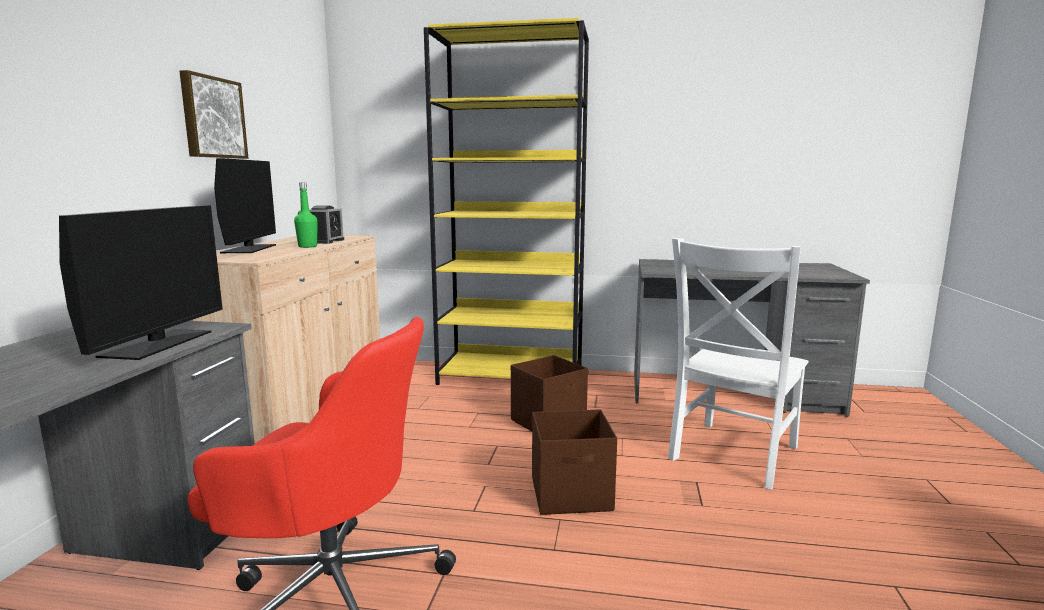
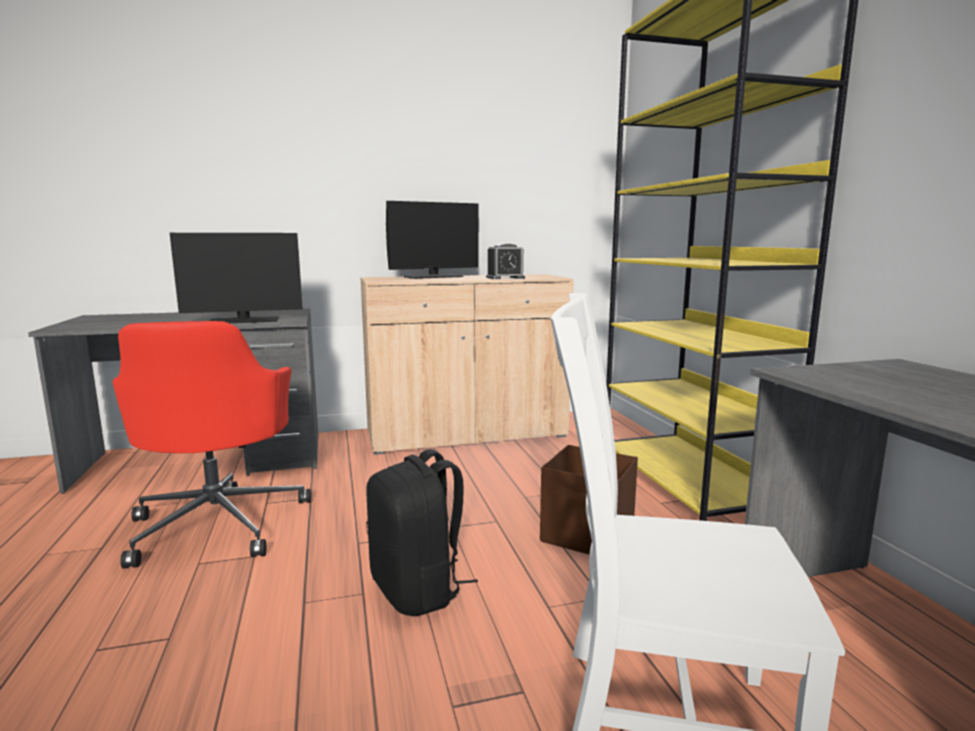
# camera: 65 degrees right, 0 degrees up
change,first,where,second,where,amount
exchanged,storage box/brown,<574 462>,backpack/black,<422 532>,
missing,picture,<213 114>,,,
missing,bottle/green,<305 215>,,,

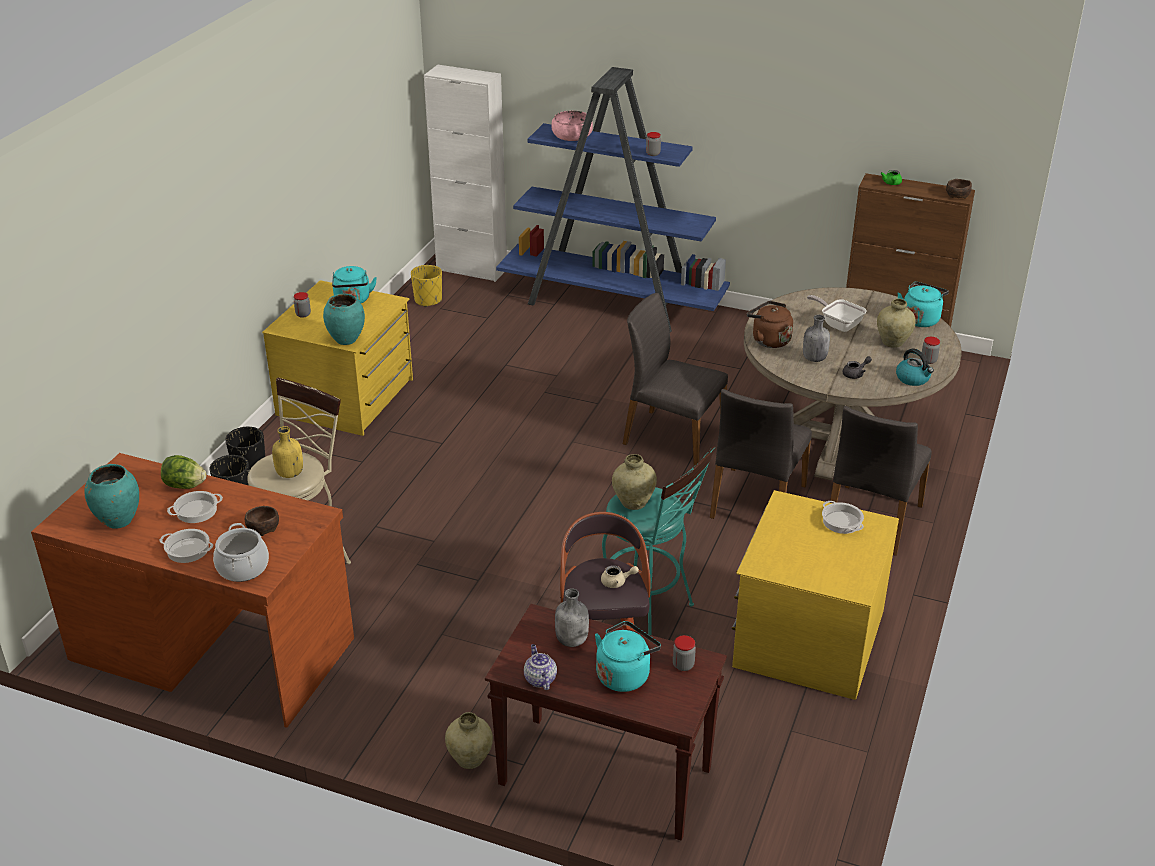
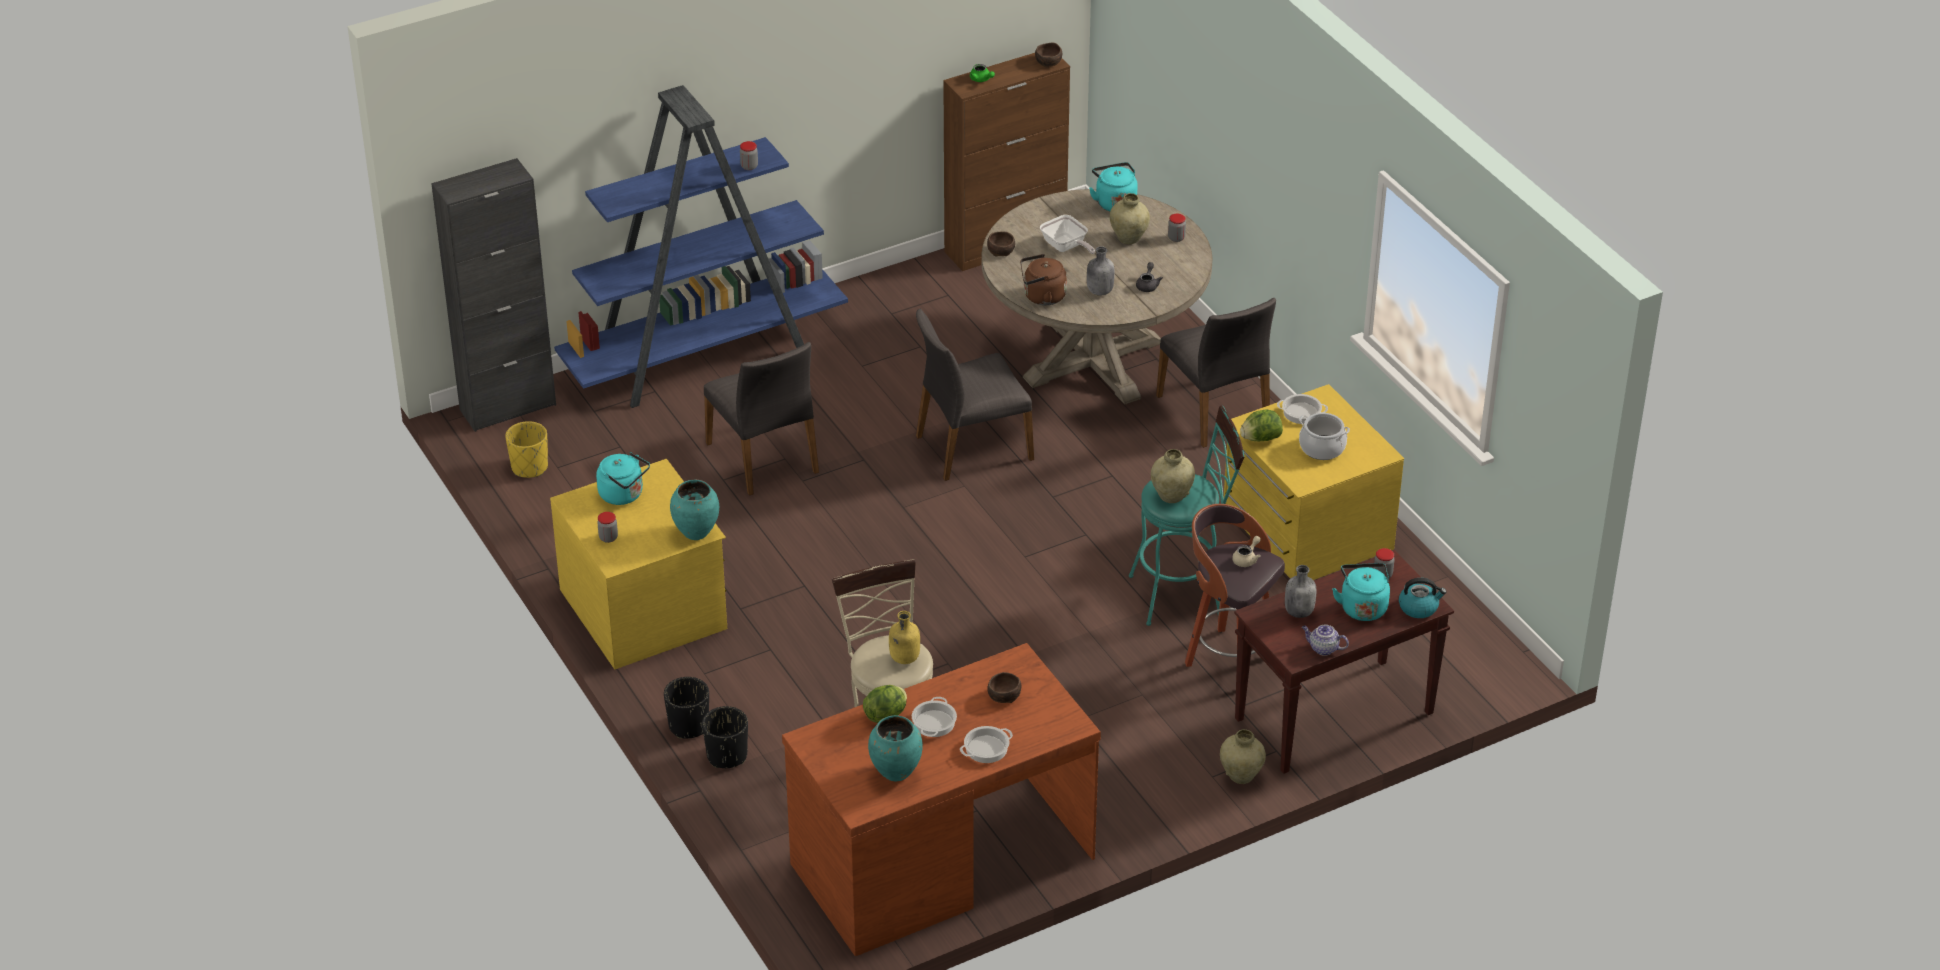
# camera: 50 degrees left, 5 degrees up
change,first,where,second,where,amount
colour,cabinet/white,<465 173>,cabinet/black,<493 295>,
relocated,chair/grey,<761 454>,,<761 419>,
appeared,,,bowl/brown,<1001 244>,
spun,frying pan,<837 313>,,<1067 234>,120 degrees counterclockwise
appeared,,,lettuce,<1261 425>,
relocated,cooking pot,<241 552>,,<1324 436>,
relocated,kettle,<915 367>,,<1423 598>,
missing,bowl/pink,<572 126>,,,

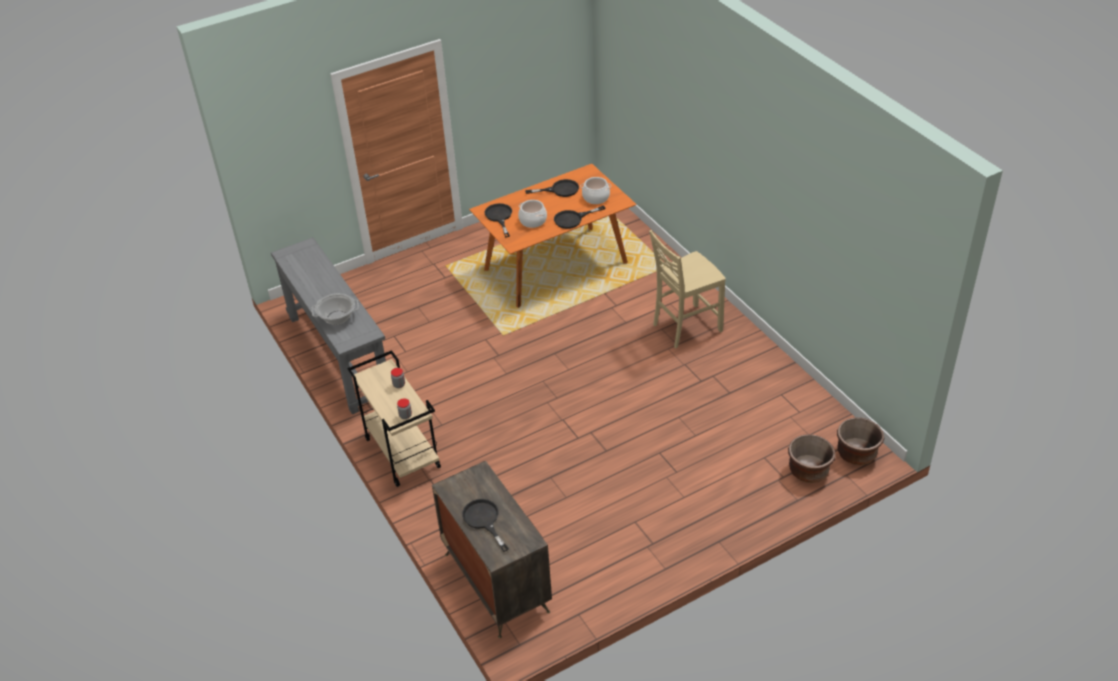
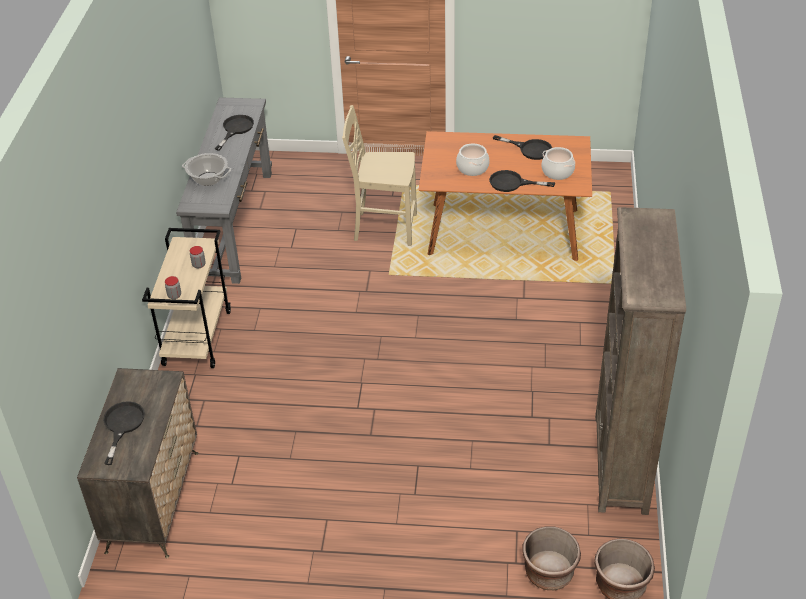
# camera: 35 degrees right, 0 degrees up
change,first,where,second,where,amount
relocated,frying pan/black,<498 220>,,<234 133>,
relocated,chair/beige,<687 289>,,<379 175>,
appeared,,,bookcase/brown,<640 361>,

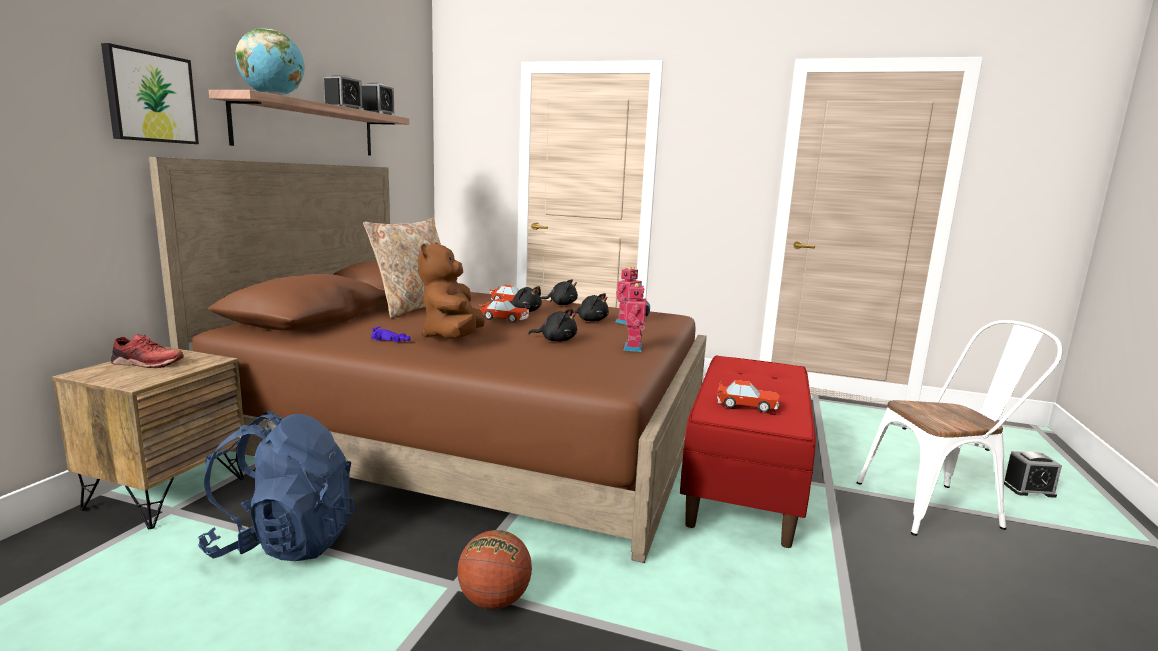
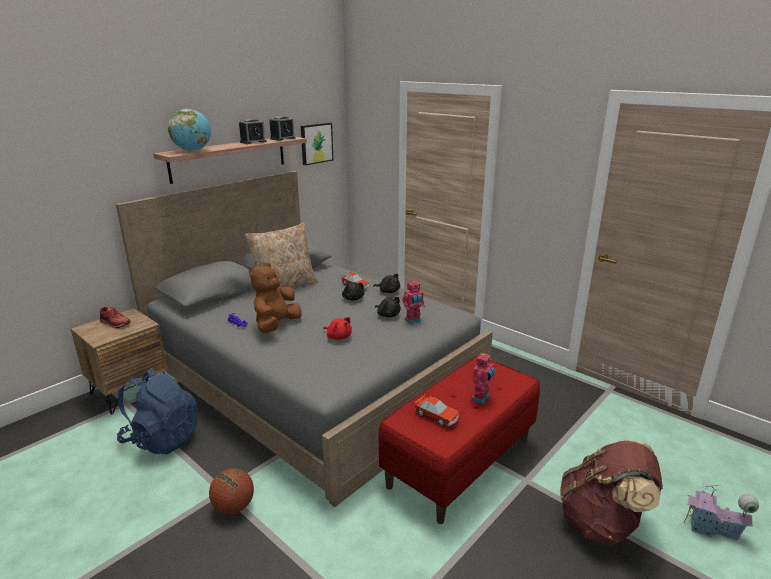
# camera: 25 degrees right, 10 degrees up
change,first,where,second,where,amount
colour,bed/brown,<428 360>,bed/grey,<304 339>,
relocated,picture,<150 93>,,<317 144>,
colour,plush toy/black,<552 325>,plush toy/red,<337 328>,
relocated,toy robot,<636 317>,,<483 378>,
exchanged,chair/white,<960 428>,backpack/brown,<611 492>,
exchanged,alarm clock,<1033 474>,toy house,<721 512>,
missing,toy car,<504 311>,,,

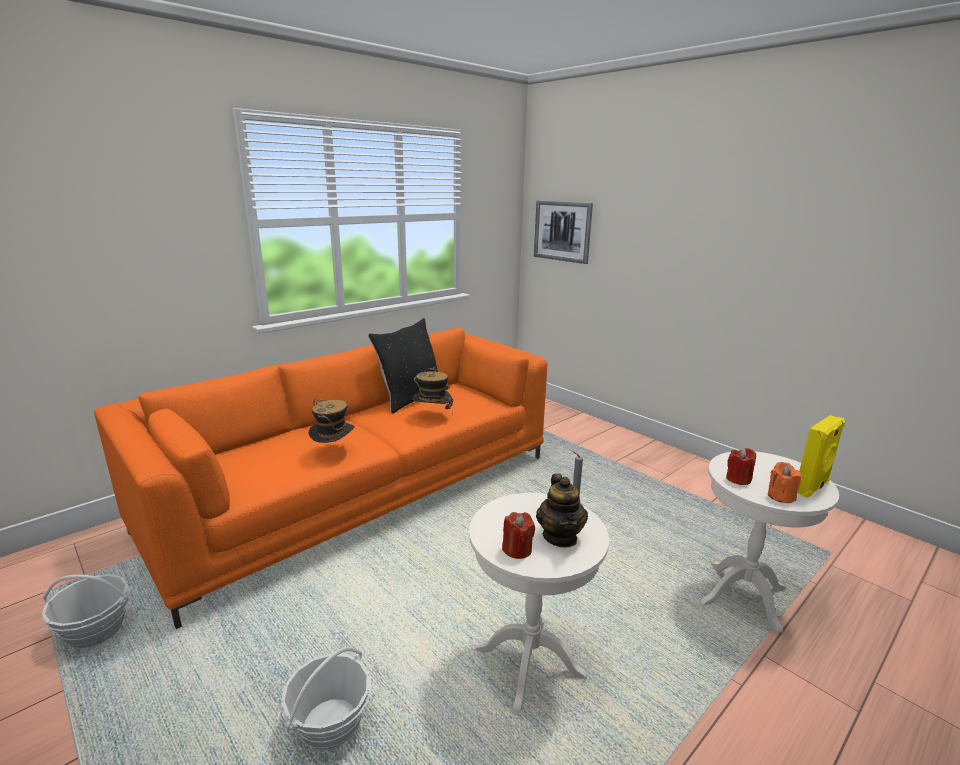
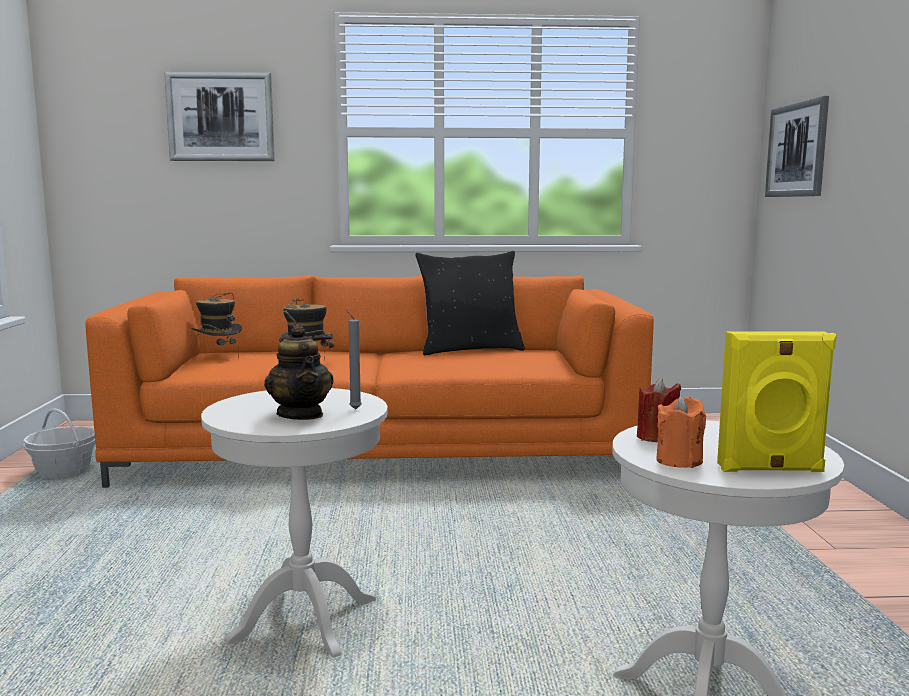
# camera: 40 degrees right, 10 degrees down
change,first,where,second,where,amount
appeared,,,picture,<219 116>,
relocated,hat,<432 390>,,<217 326>,
spun,teapot,<562 511>,,<298 372>,60 degrees counterclockwise
missing,basket,<326 698>,,,
missing,candle/red,<518 535>,,,

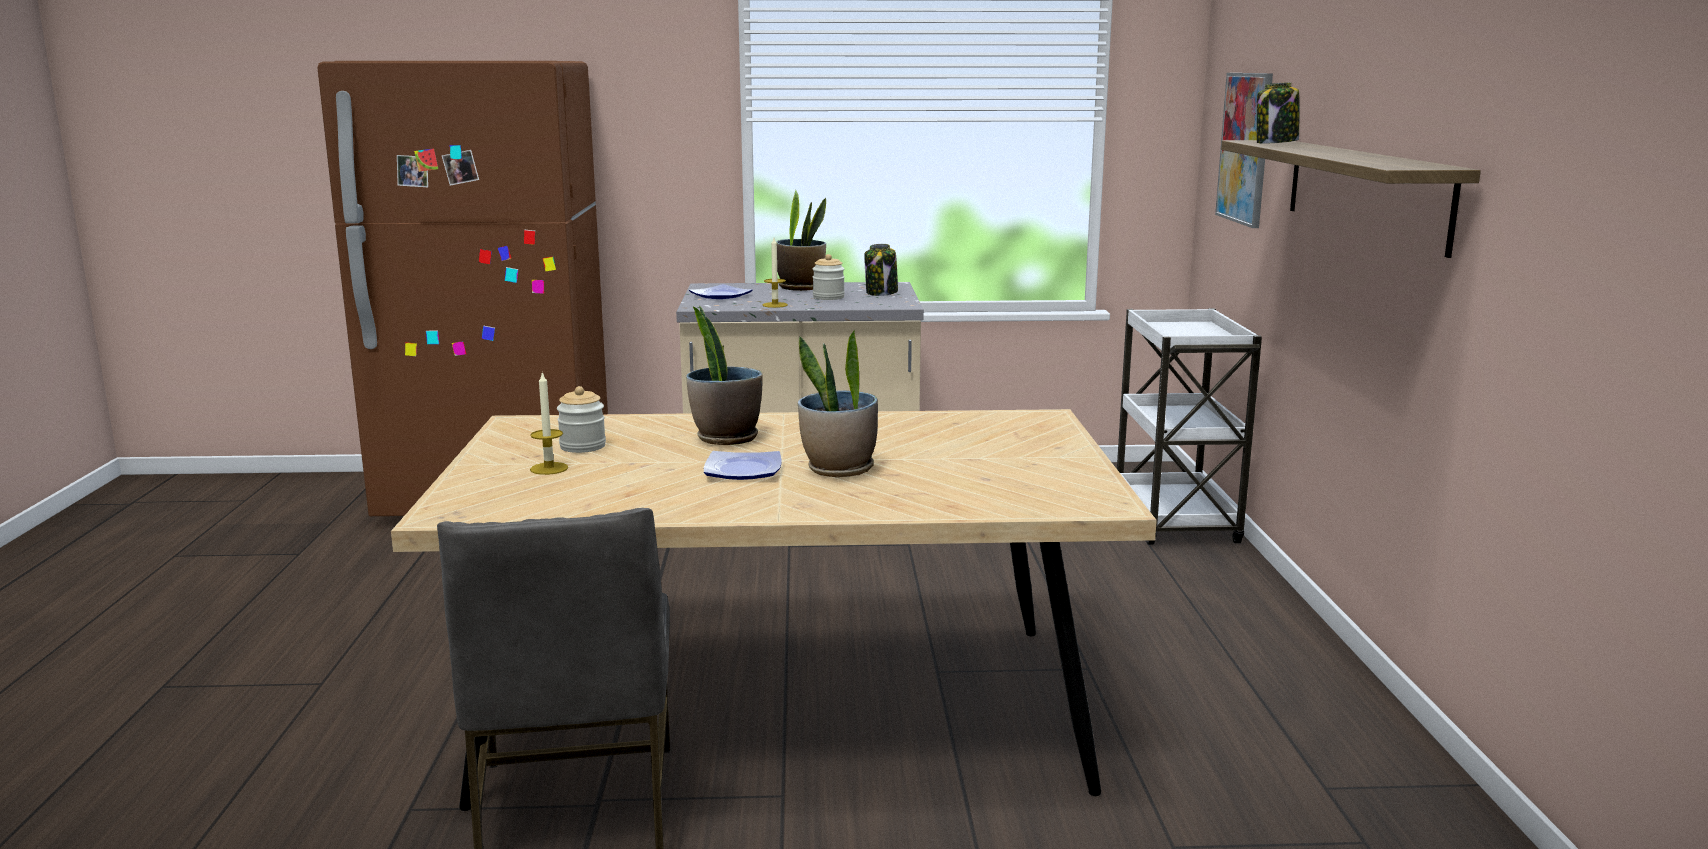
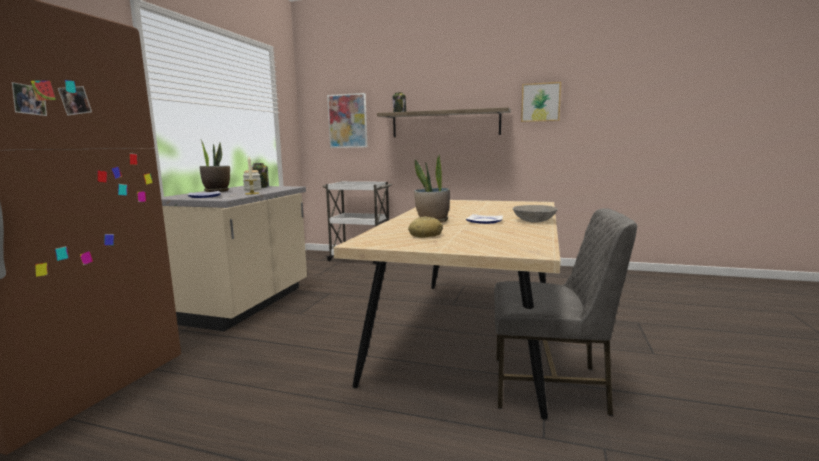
# camera: 70 degrees left, 5 degrees down
change,first,where,second,where,amount
exchanged,jar,<581 419>,bread,<425 227>,
appeared,,,bowl/grey,<535 214>,
appeared,,,picture,<541 102>,
missing,candle,<549 423>,,,
missing,potted plant,<838 403>,,,

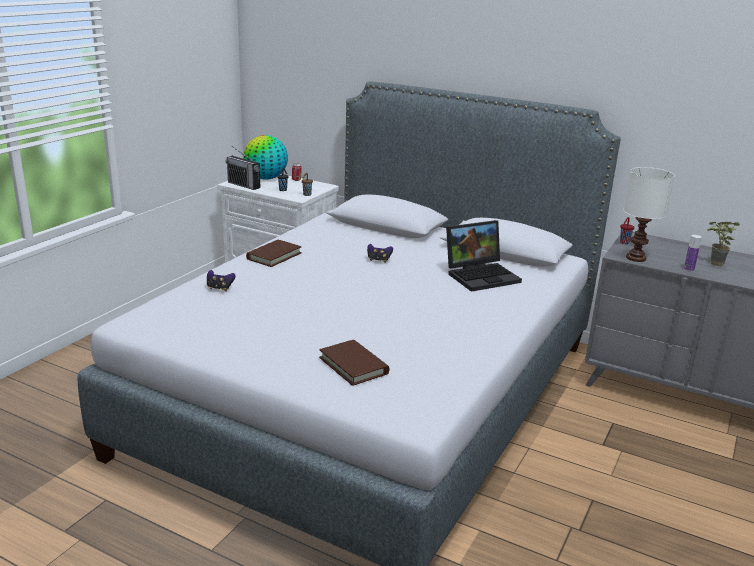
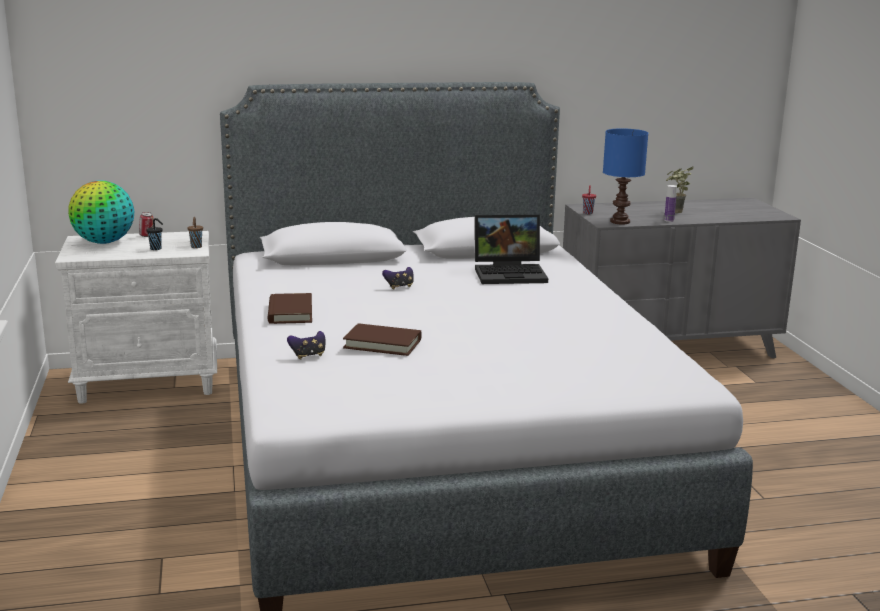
# camera: 40 degrees left, 5 degrees down
change,first,where,second,where,amount
relocated,book/brown,<354 363>,,<382 339>,
spun,laptop,<484 256>,,<511 249>,60 degrees clockwise
colour,table lamp/white,<649 214>,table lamp/blue,<625 176>,
missing,radio,<243 168>,,,

